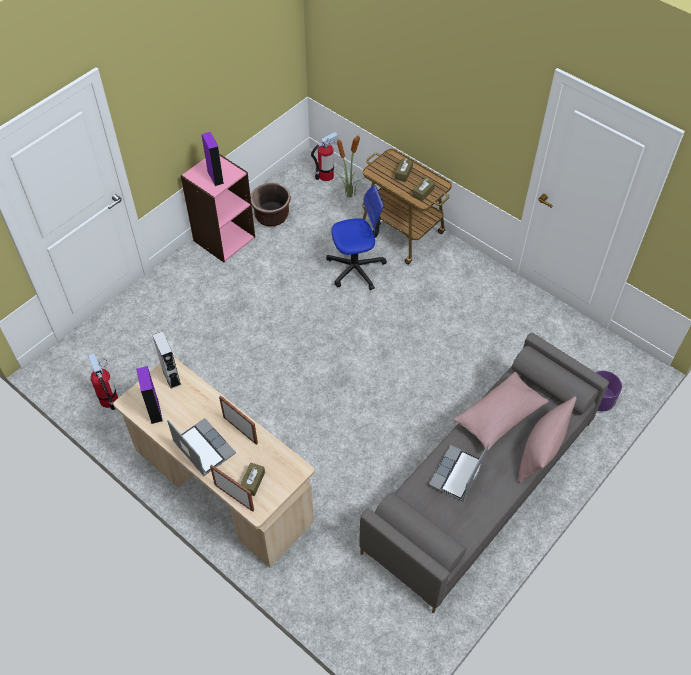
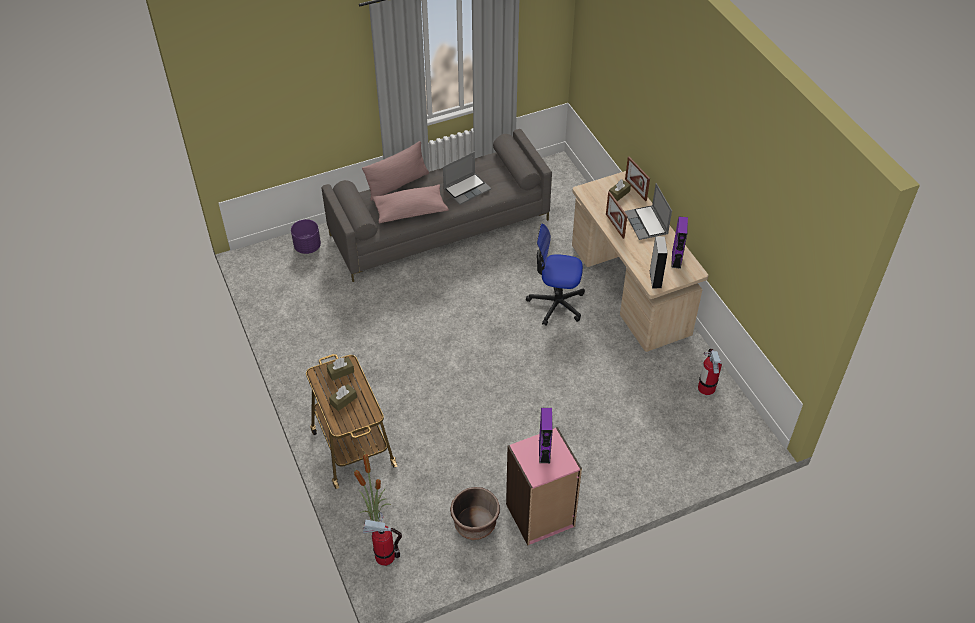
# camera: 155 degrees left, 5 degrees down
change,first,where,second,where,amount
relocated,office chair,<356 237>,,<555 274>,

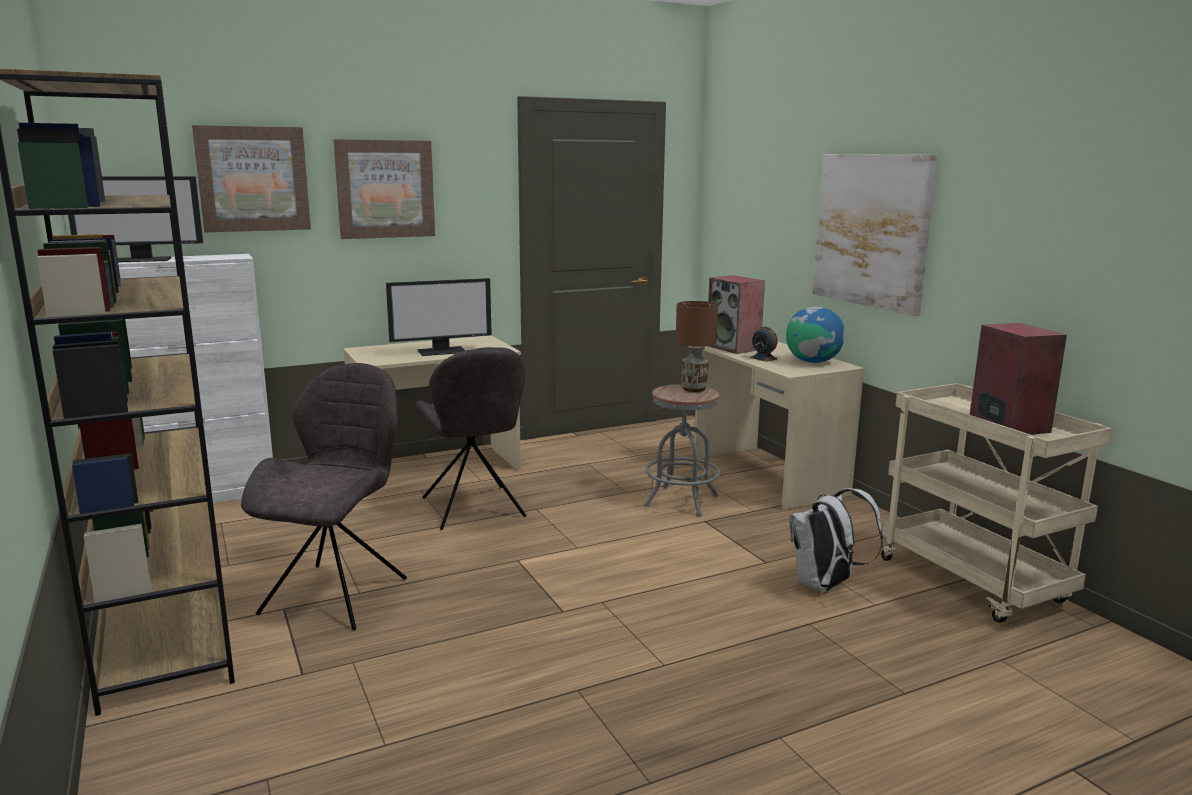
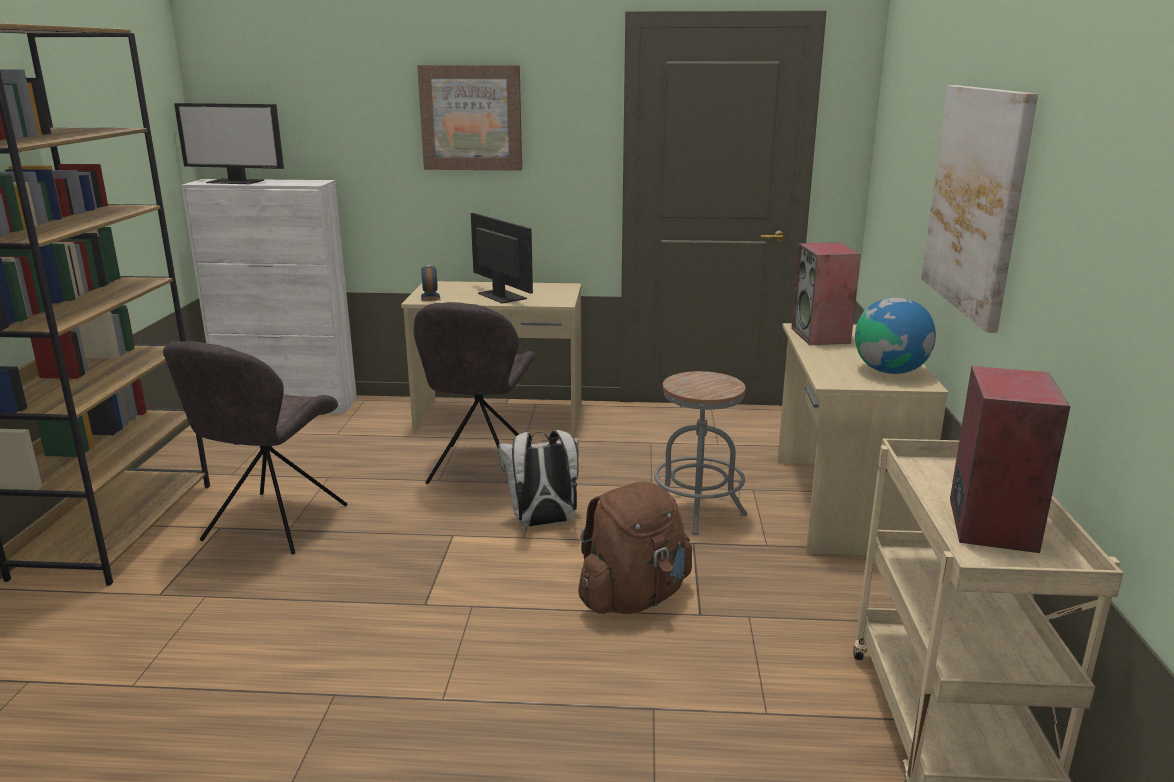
# camera: 30 degrees right, 5 degrees up
change,first,where,second,where,amount
spun,chair/grey,<324 496>,,<255 448>,150 degrees clockwise
relocated,alarm clock,<763 344>,,<430 282>,
spun,monitor,<439 317>,,<502 258>,135 degrees counterclockwise
relocated,backpack/white,<836 540>,,<538 478>,
appeared,,,backpack/brown,<635 547>,
missing,picture,<251 178>,,,
missing,table lamp/brown,<697 346>,,,

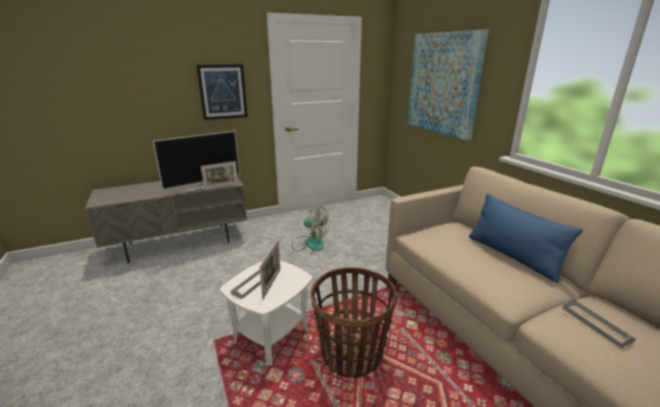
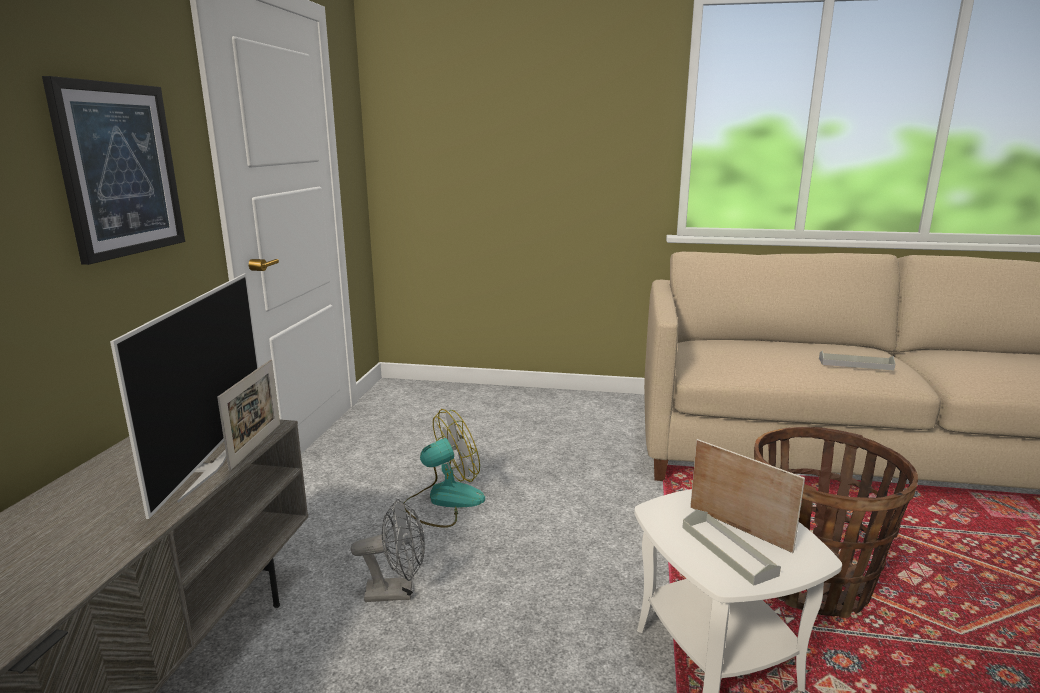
# camera: 55 degrees left, 5 degrees down
change,first,where,second,where,amount
appeared,,,fan/grey,<388 550>,
relocated,tray/grey,<599 323>,,<857 360>,
missing,picture,<448 85>,,,
missing,pillow/blue,<526 238>,,,

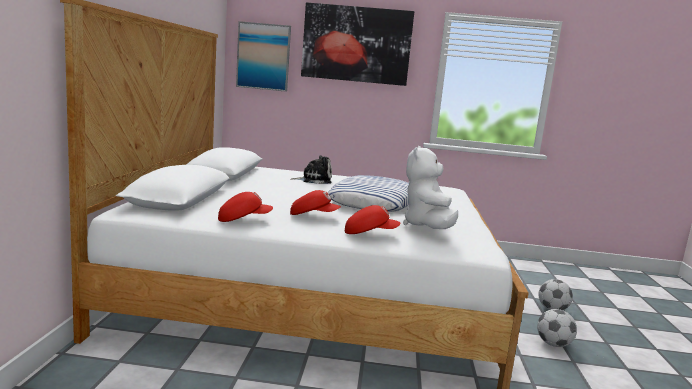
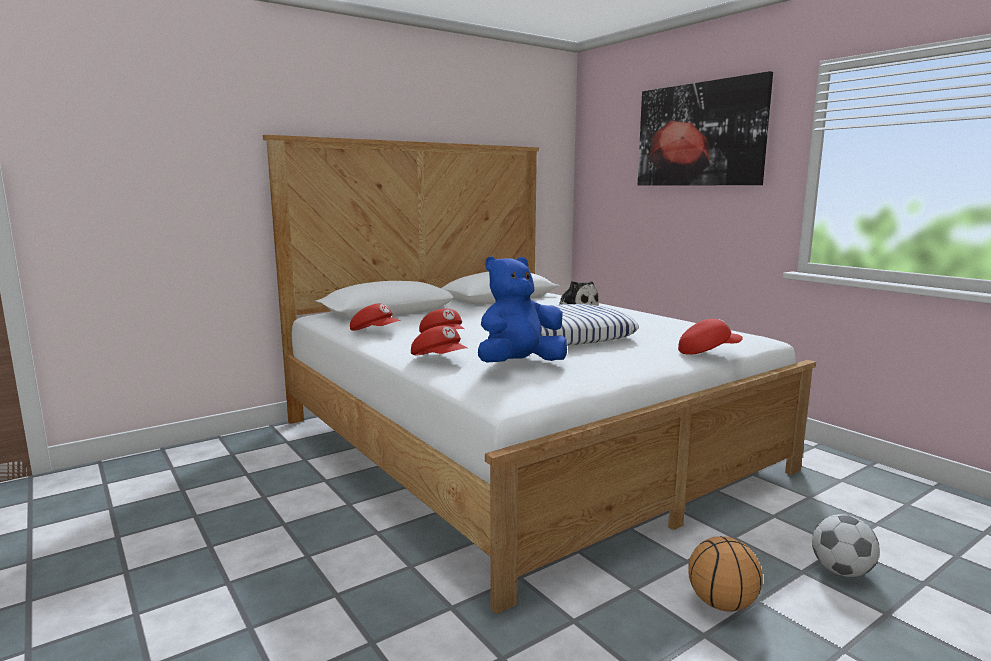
# camera: 50 degrees right, 0 degrees up
change,first,where,second,where,amount
colour,plush toy/white,<430 187>,plush toy/blue,<522 309>,
appeared,,,cap/red,<710 337>,
exchanged,football,<557 328>,basketball,<725 574>,
missing,picture,<263 56>,,,

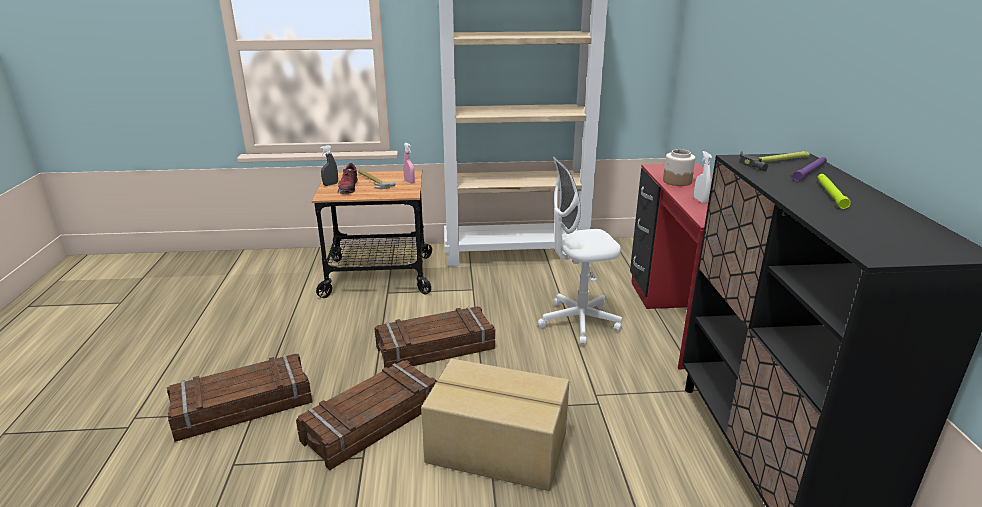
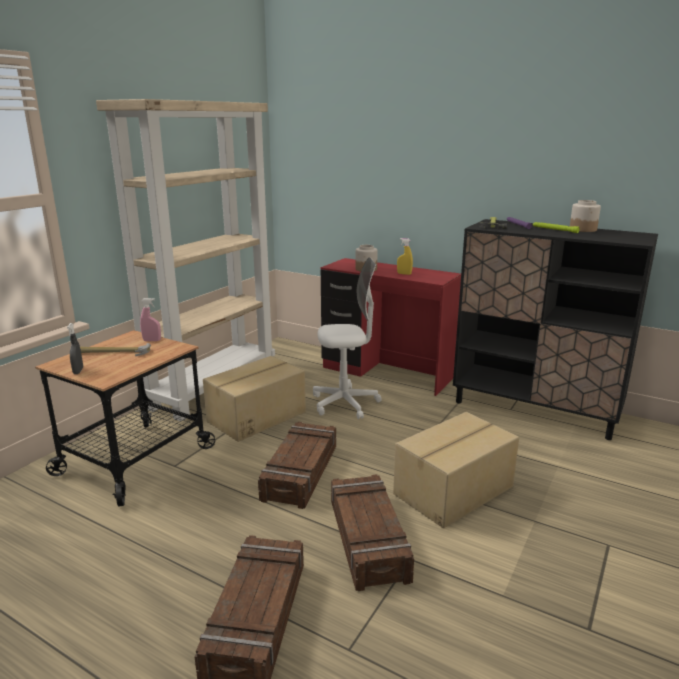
# camera: 55 degrees left, 5 degrees down
change,first,where,second,where,amount
appeared,,,cardboard box,<254 399>,
spun,office chair/white,<580 251>,,<347 338>,120 degrees counterclockwise
colour,spray bottle/white,<703 177>,spray bottle/yellow,<405 256>,
appeared,,,jar,<585 216>,
missing,shoe,<348 178>,,,

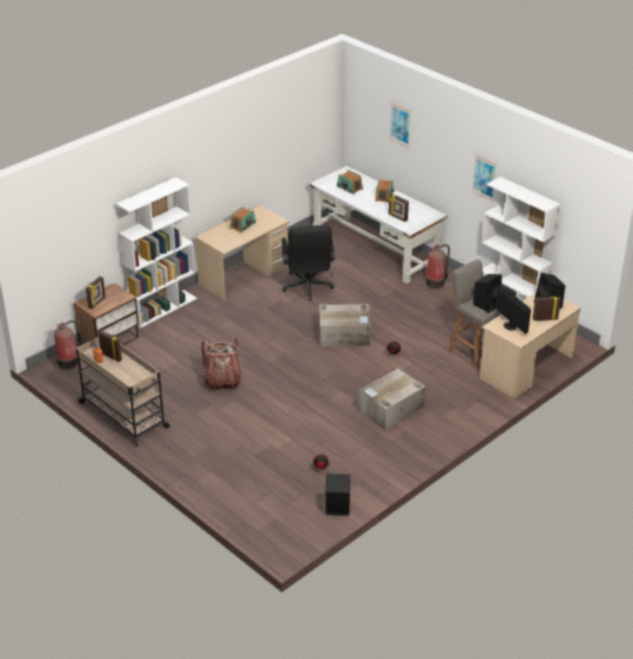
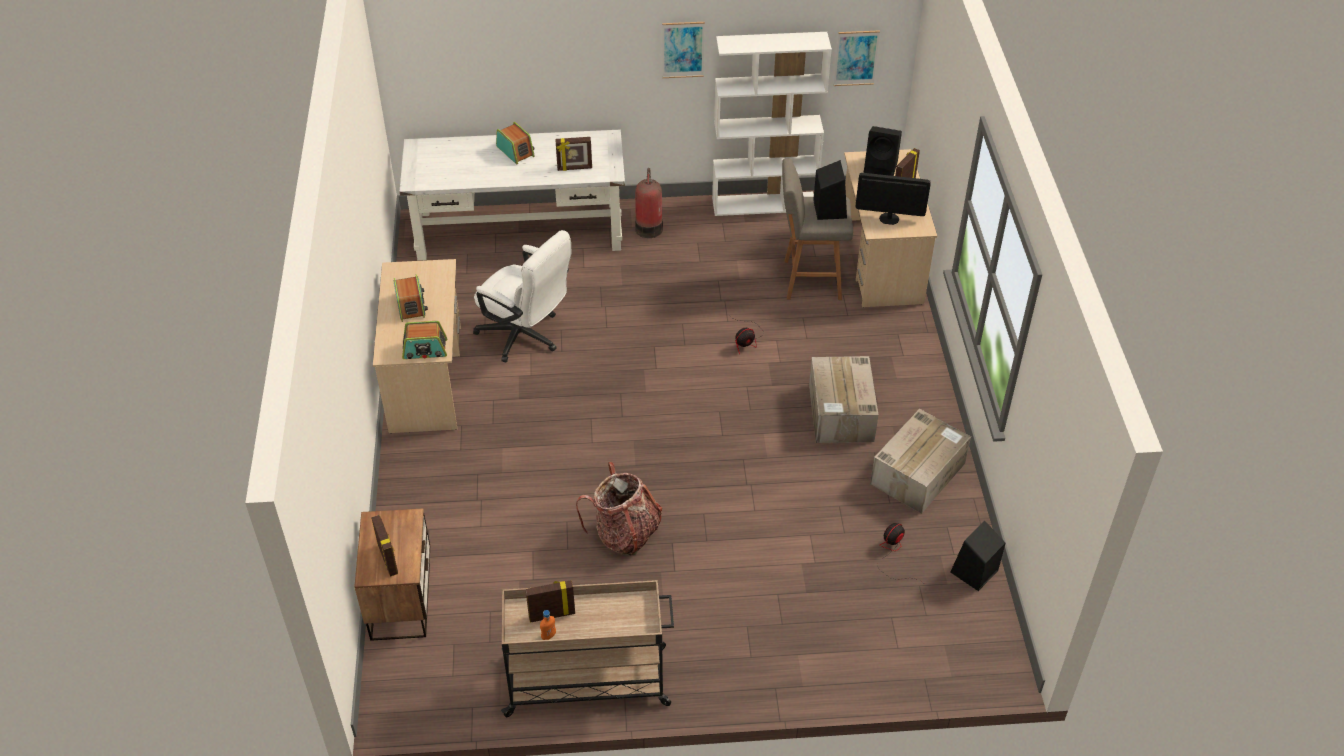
# camera: 50 degrees left, 10 degrees up
change,first,where,second,where,amount
relocated,radio,<350 182>,,<424 340>,
colour,office chair/black,<308 263>,office chair/white,<522 296>,
relocated,picture,<400 125>,,<857 58>,
relocated,cardboard box,<345 325>,,<920 461>,
missing,fire extinguisher,<66 345>,,,
missing,bookcase/white,<156 252>,,,

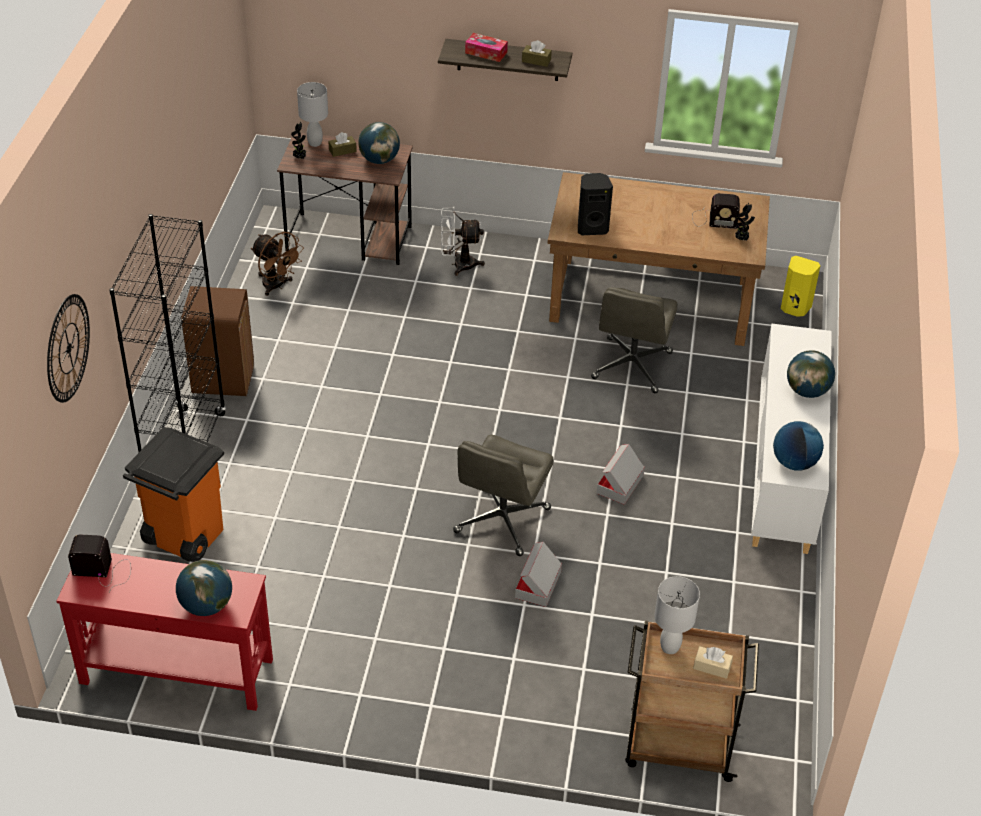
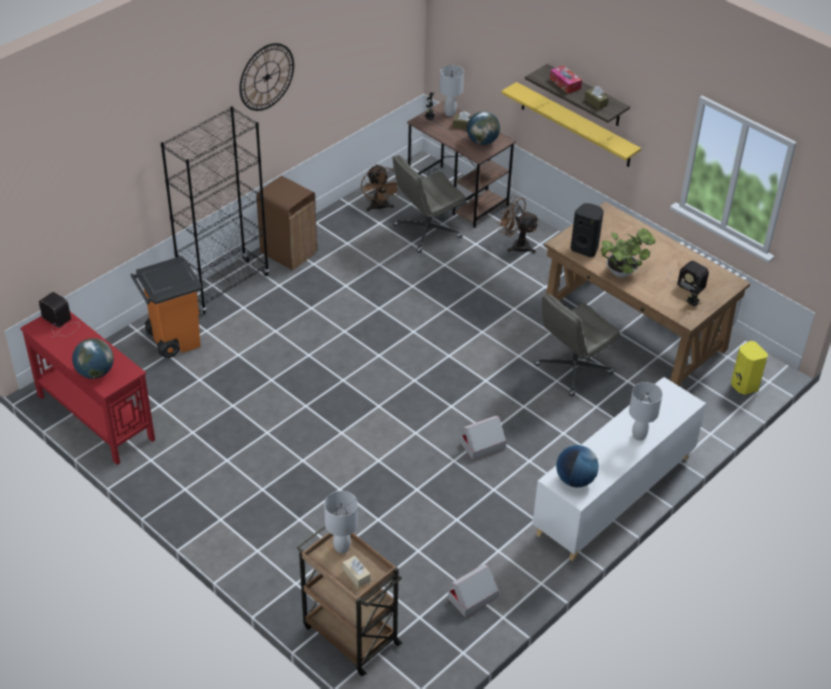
# camera: 35 degrees right, 0 degrees up
change,first,where,second,where,amount
relocated,wall clock,<68 348>,,<266 77>,
relocated,office chair/grey,<503 495>,,<429 204>,
relocated,cardboard box,<538 574>,,<473 590>,
colour,fan/white,<463 241>,fan/brown,<518 224>,
appeared,,,shelf/yellow,<571 124>,
appeared,,,potted plant,<628 252>,
exchanged,globe,<811 374>,table lamp/white,<646 411>,

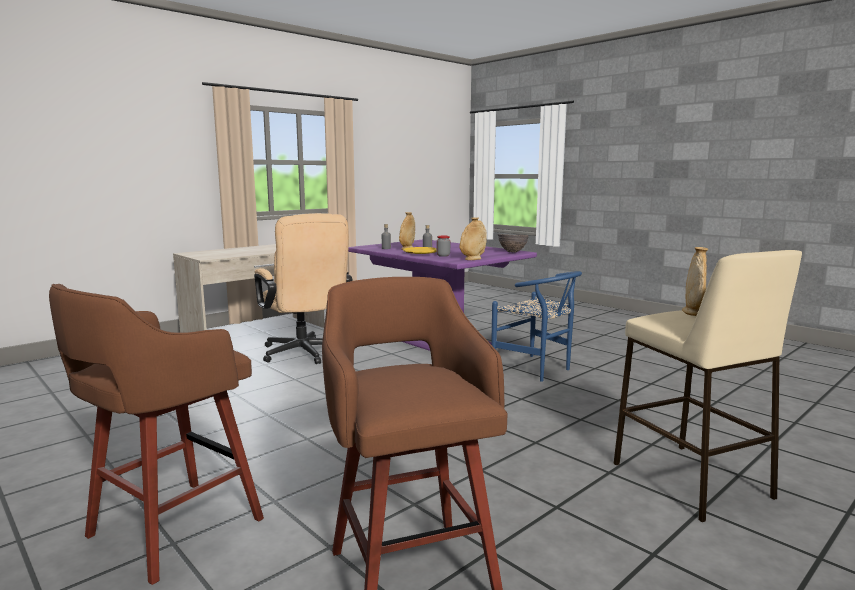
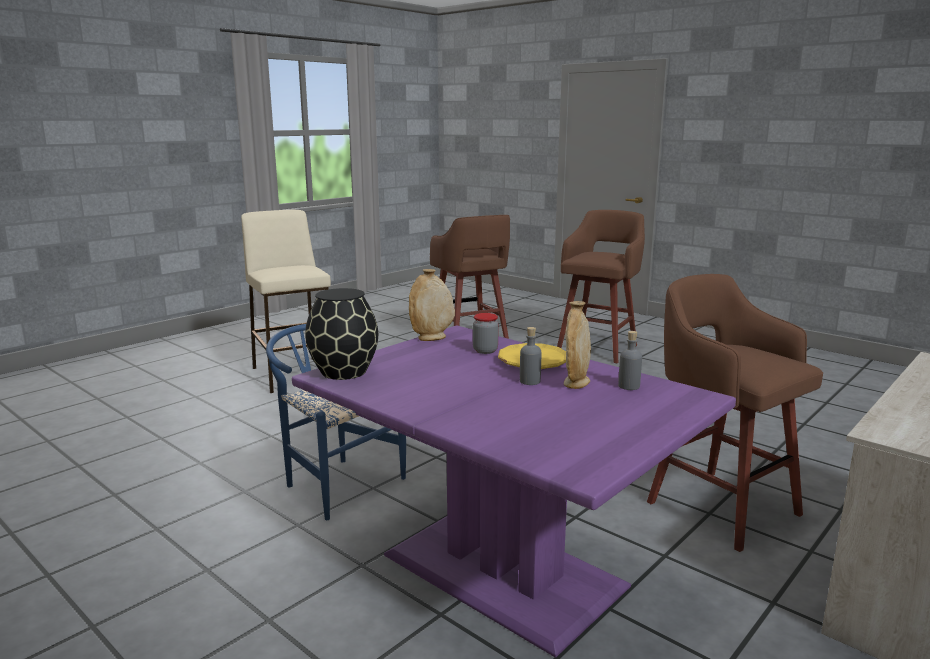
# camera: 175 degrees right, 5 degrees up
change,first,where,second,where,amount
exchanged,bowl/brown,<513 243>,vase/black,<341 334>,
exchanged,office chair/beige,<303 288>,stool/brown,<735 413>,
missing,vase/beige,<695 281>,,,

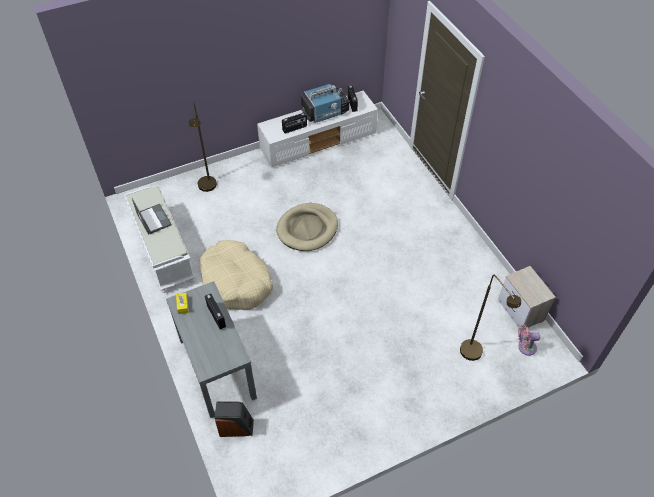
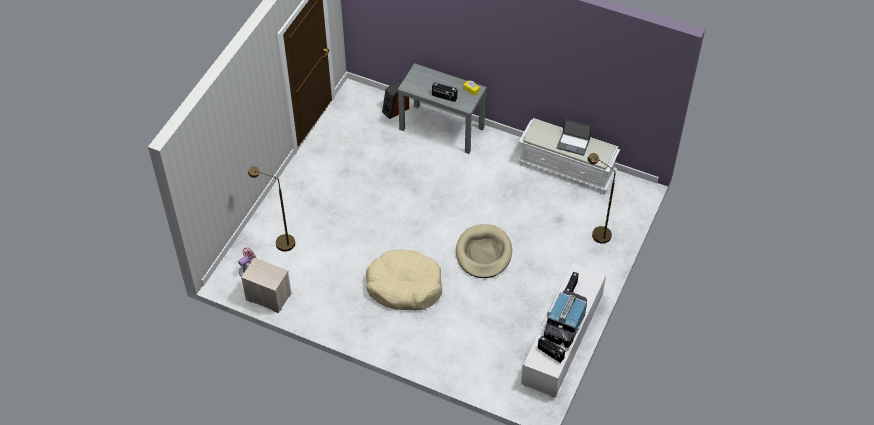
# camera: 140 degrees right, 0 degrees up
change,first,where,second,where,amount
relocated,dog bed/beige,<236 275>,,<404 280>,

